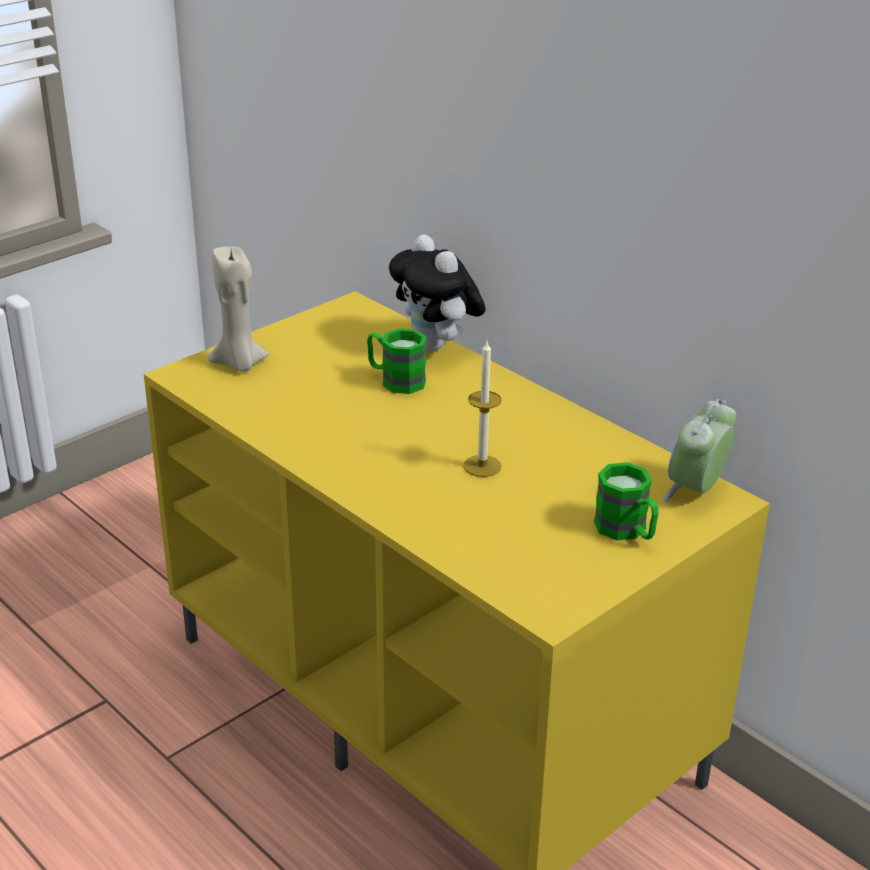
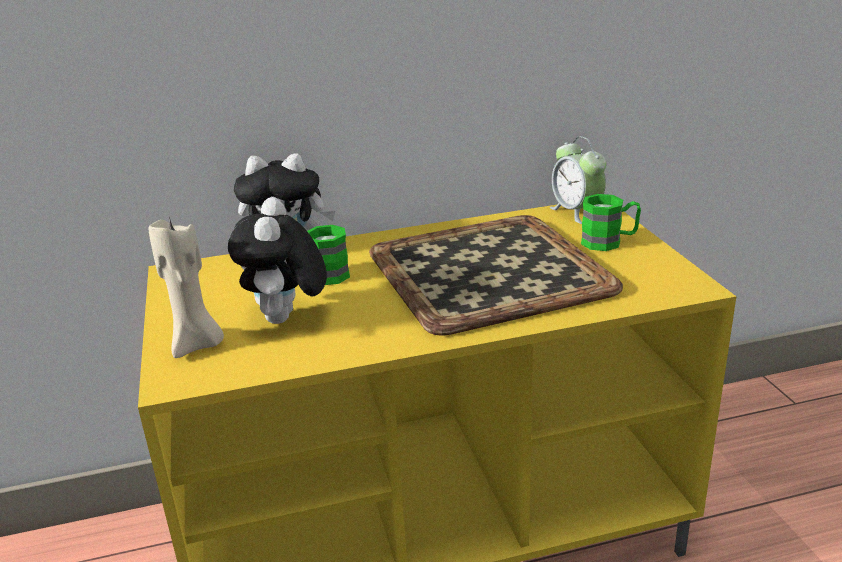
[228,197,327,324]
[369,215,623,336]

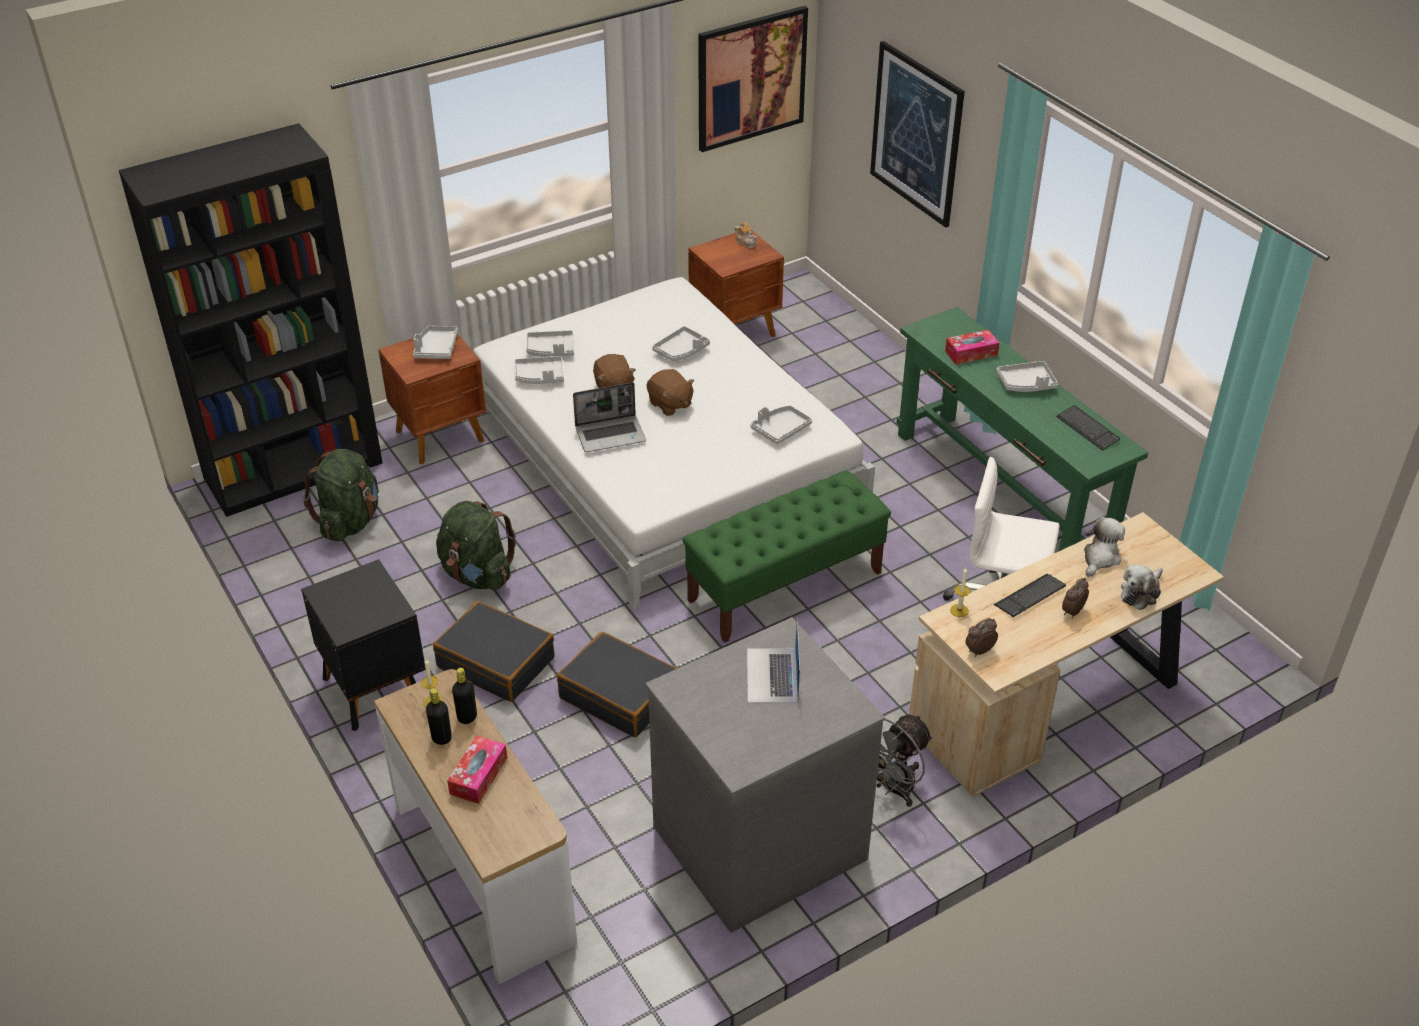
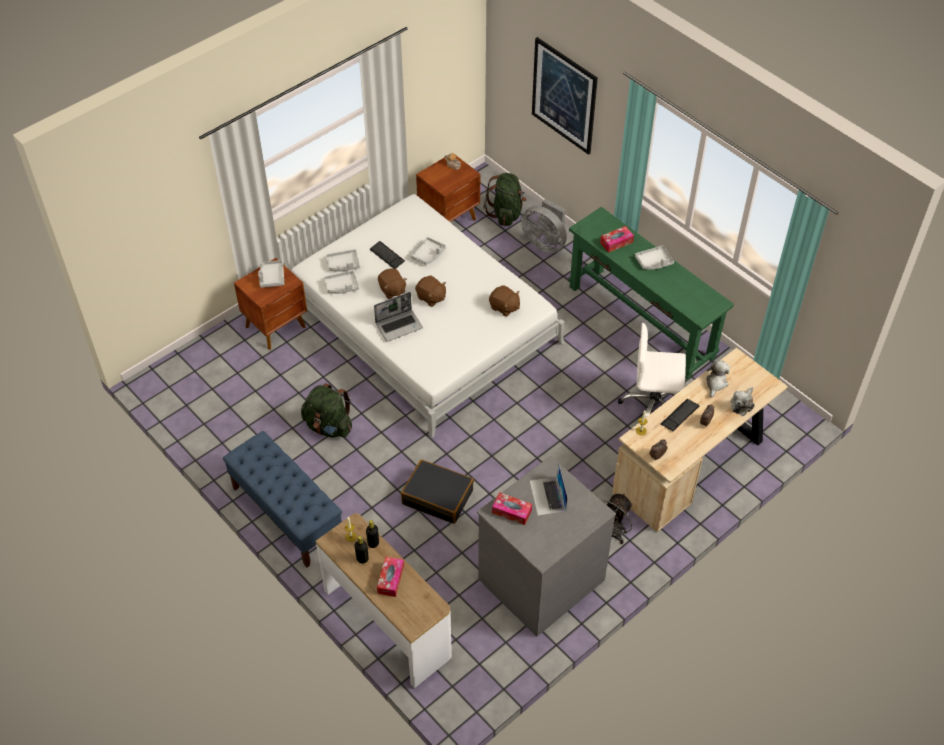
[119,123,383,517] (first image)
[433,601,554,702] (first image)
[683,470,891,643] (first image)
[698,6,808,152] (first image)
[492,492,532,525]
[521,199,567,253]
[484,173,527,226]
[370,241,405,269]
[223,431,342,568]
[489,285,520,317]

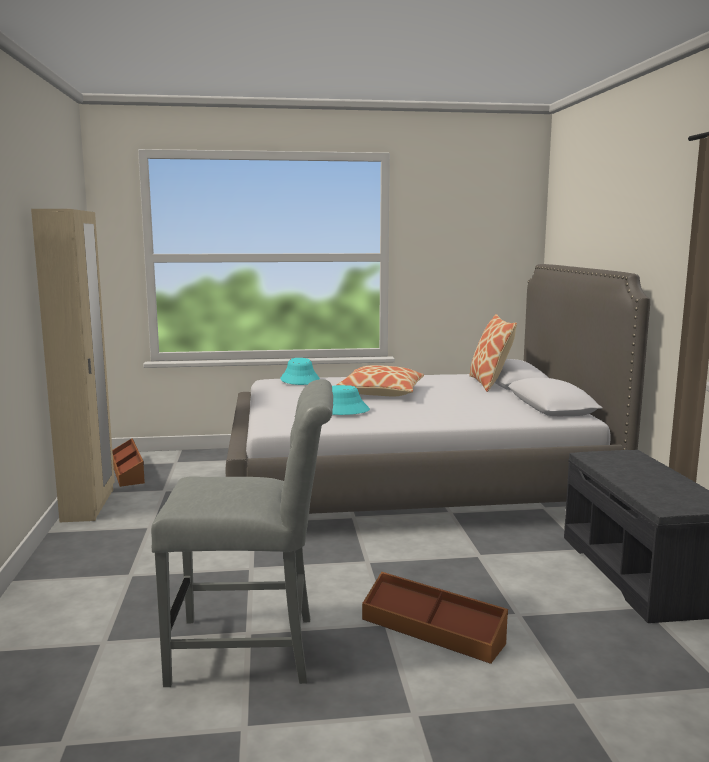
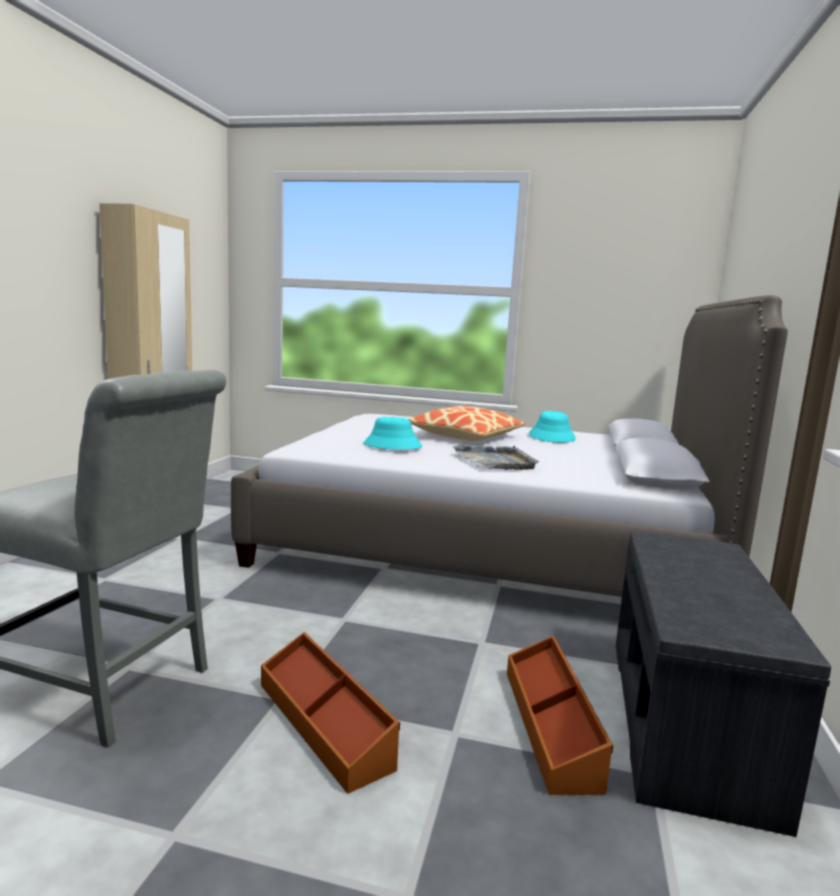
[469,314,517,392] (first image)
[452,445,539,470]
[507,636,613,795]
[529,411,576,443]

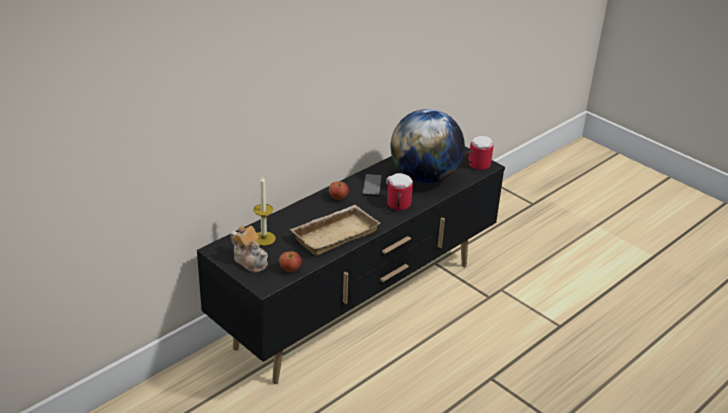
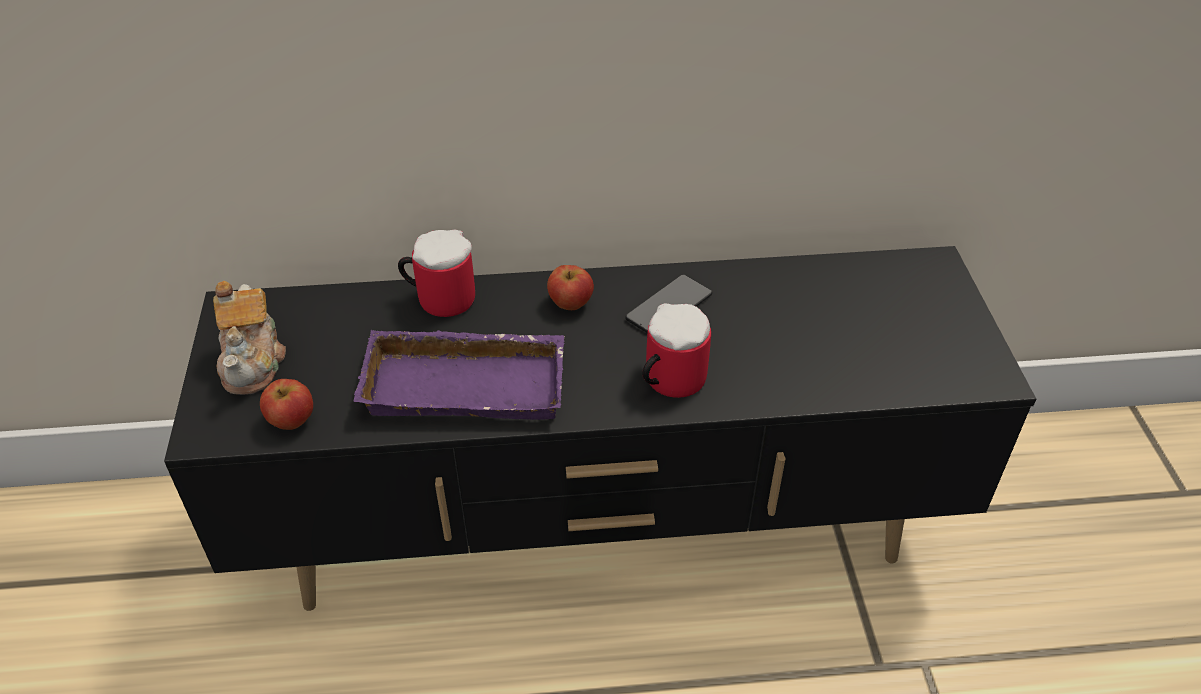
[253,176,276,246] (first image)
[391,109,465,183] (first image)
[398,230,475,317]
[354,330,565,420]

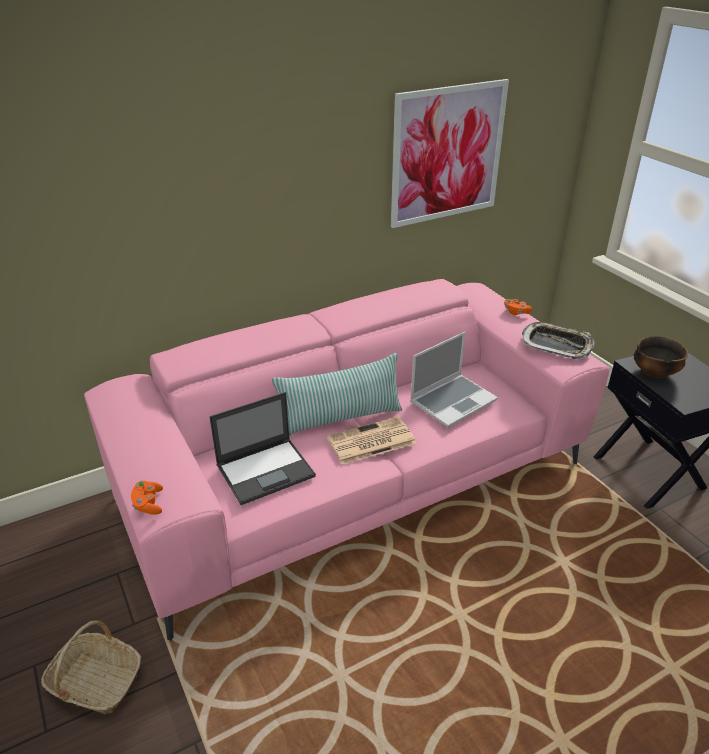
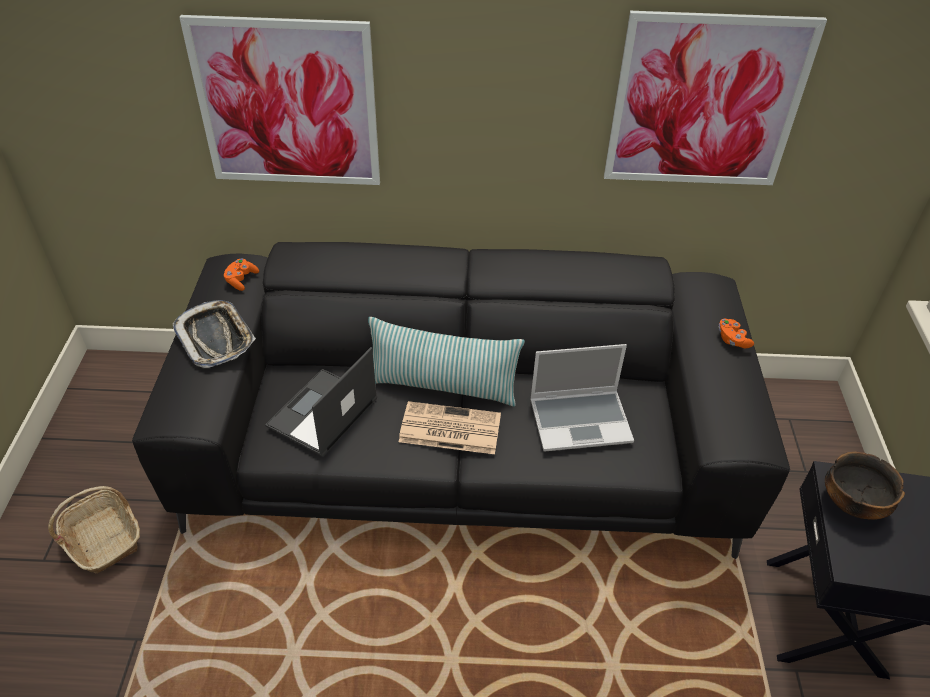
[179,15,380,185]
[224,258,259,291]
[173,300,256,368]
[132,242,790,559]
[265,347,377,457]

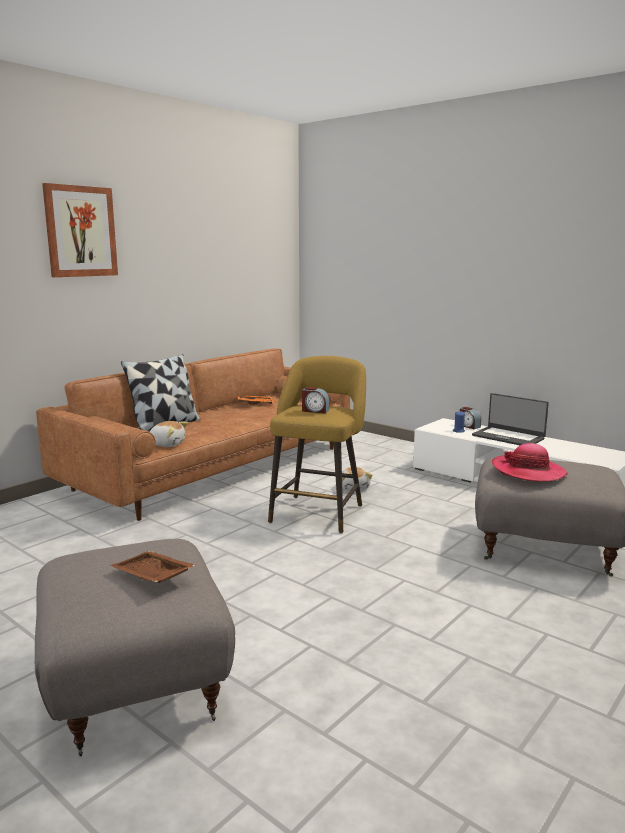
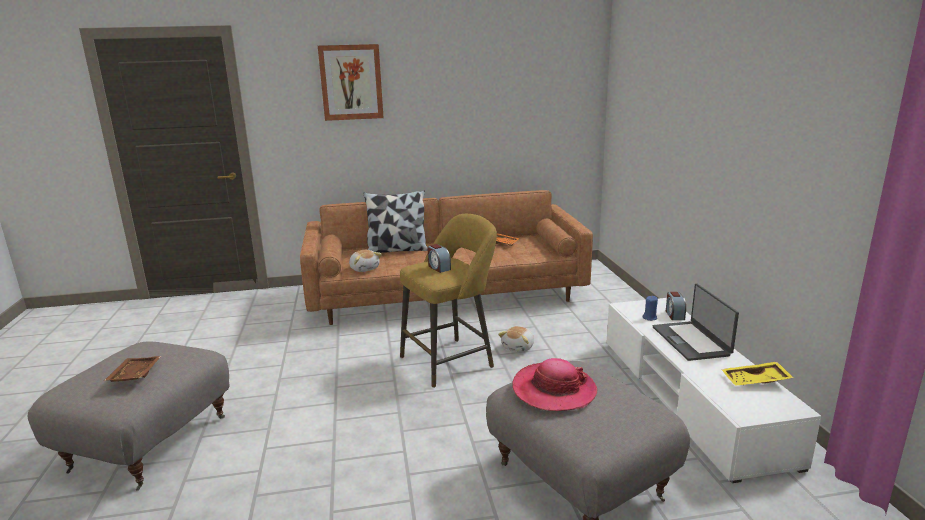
[721,361,794,386]

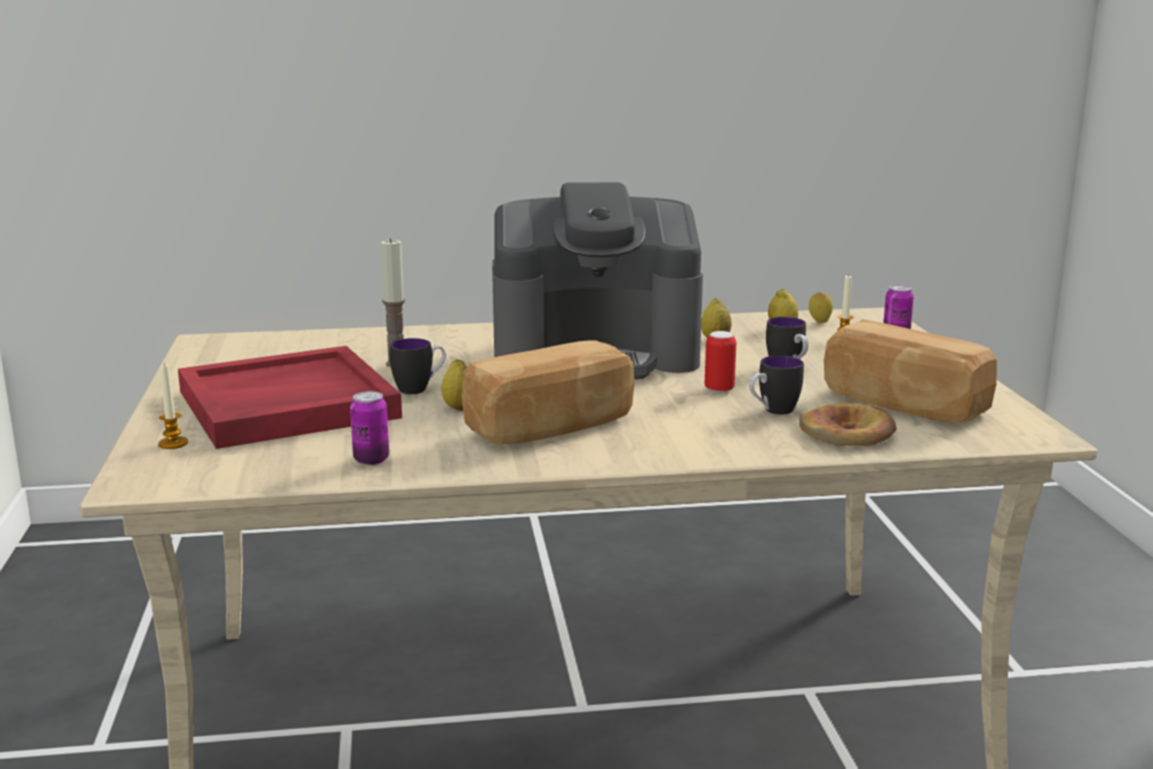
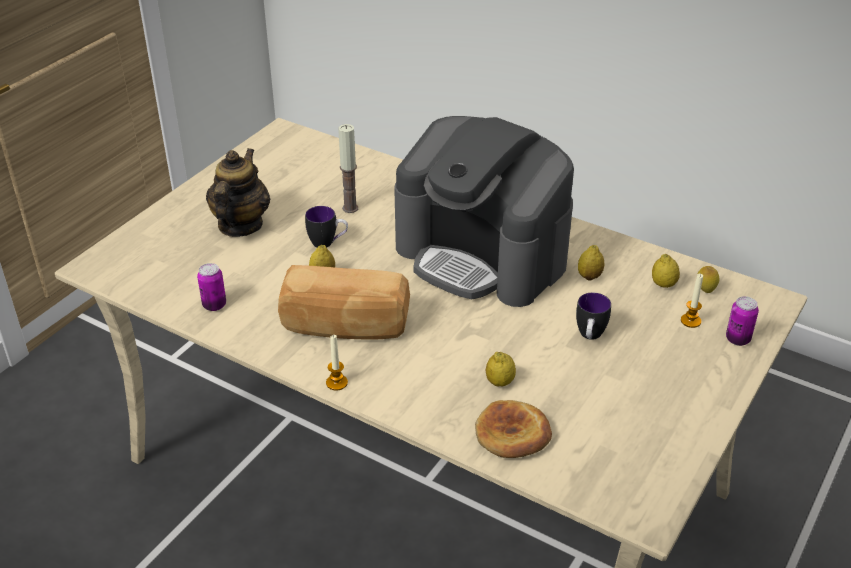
[705,331,736,393] (first image)
[824,319,997,423] (first image)
[326,335,348,391]
[206,148,270,237]
[486,352,516,386]

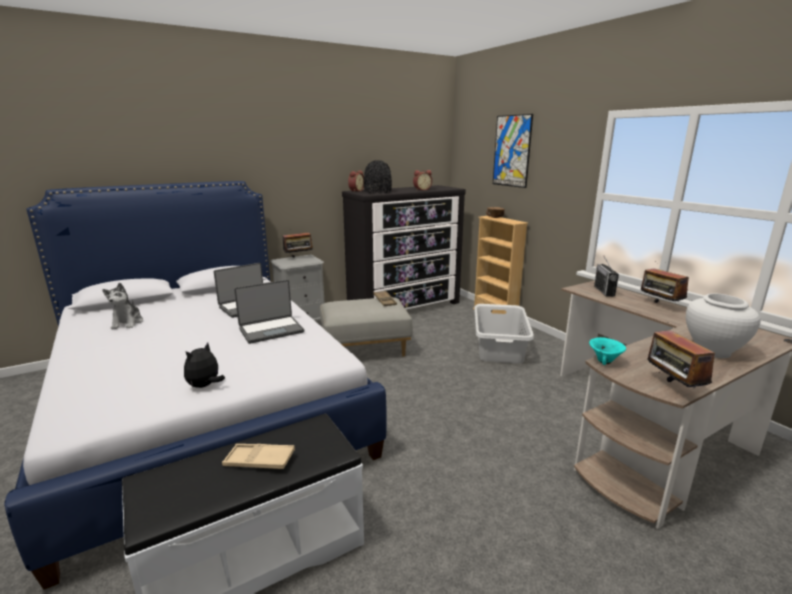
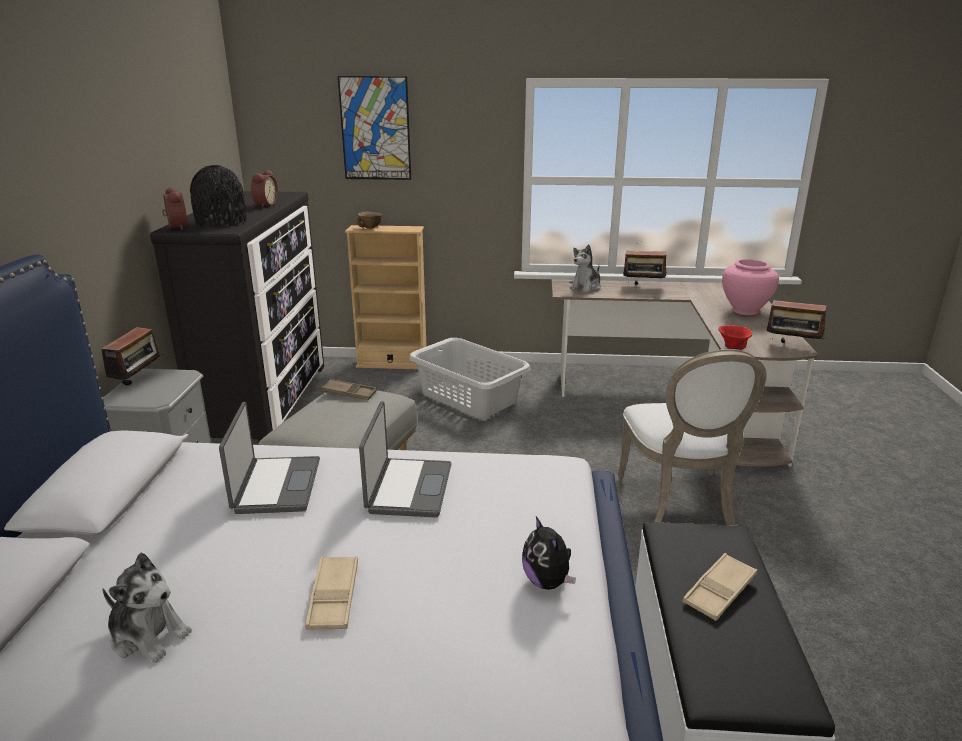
[305,556,358,630]
[618,349,767,526]
[569,244,601,293]
[718,325,752,350]
[722,259,779,315]

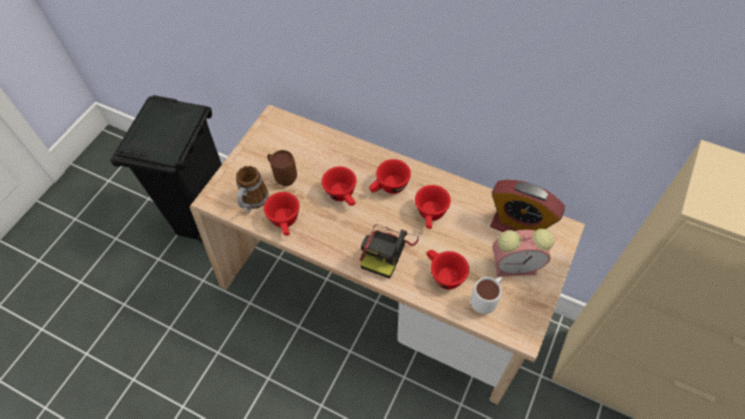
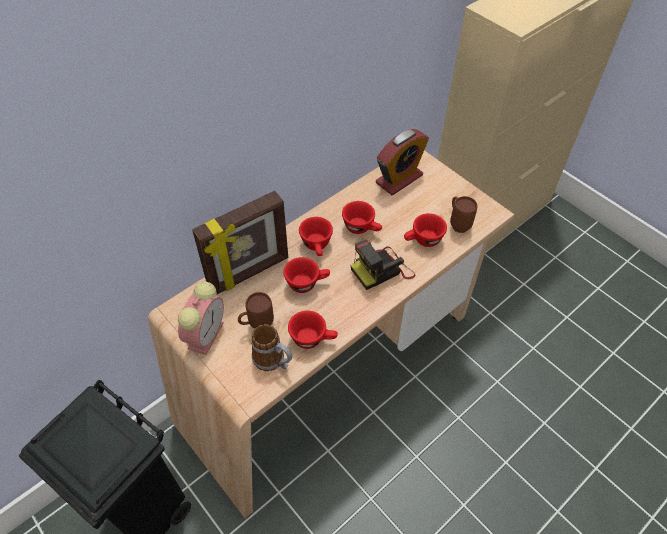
[192,191,288,294]
[178,282,224,355]
[450,196,477,233]
[351,240,415,290]

